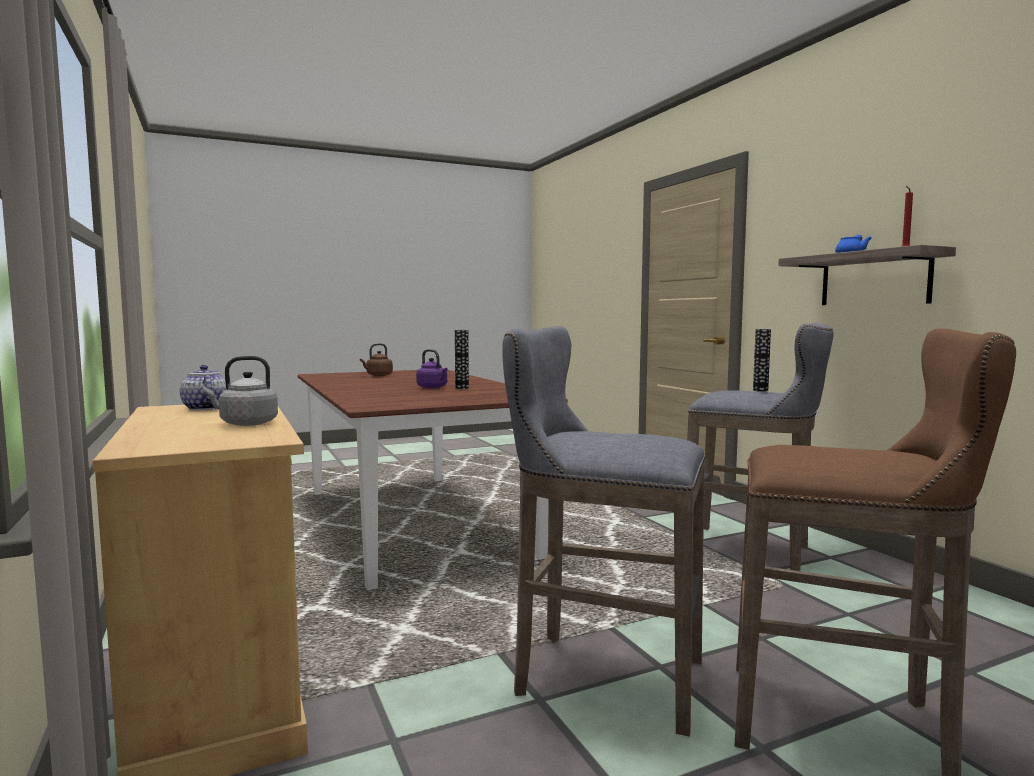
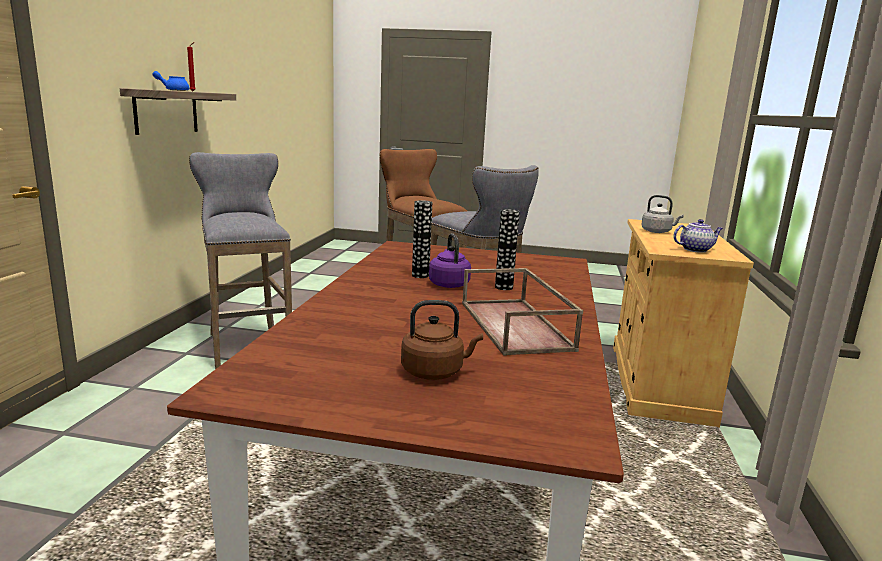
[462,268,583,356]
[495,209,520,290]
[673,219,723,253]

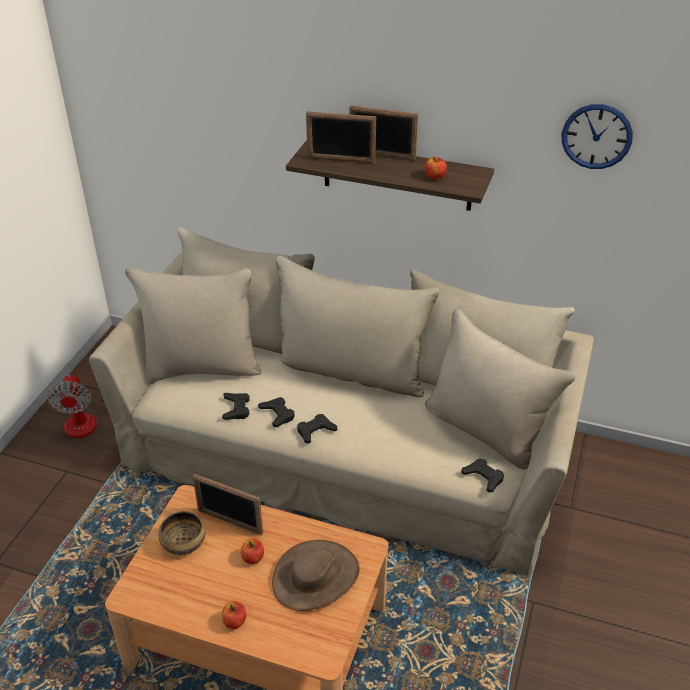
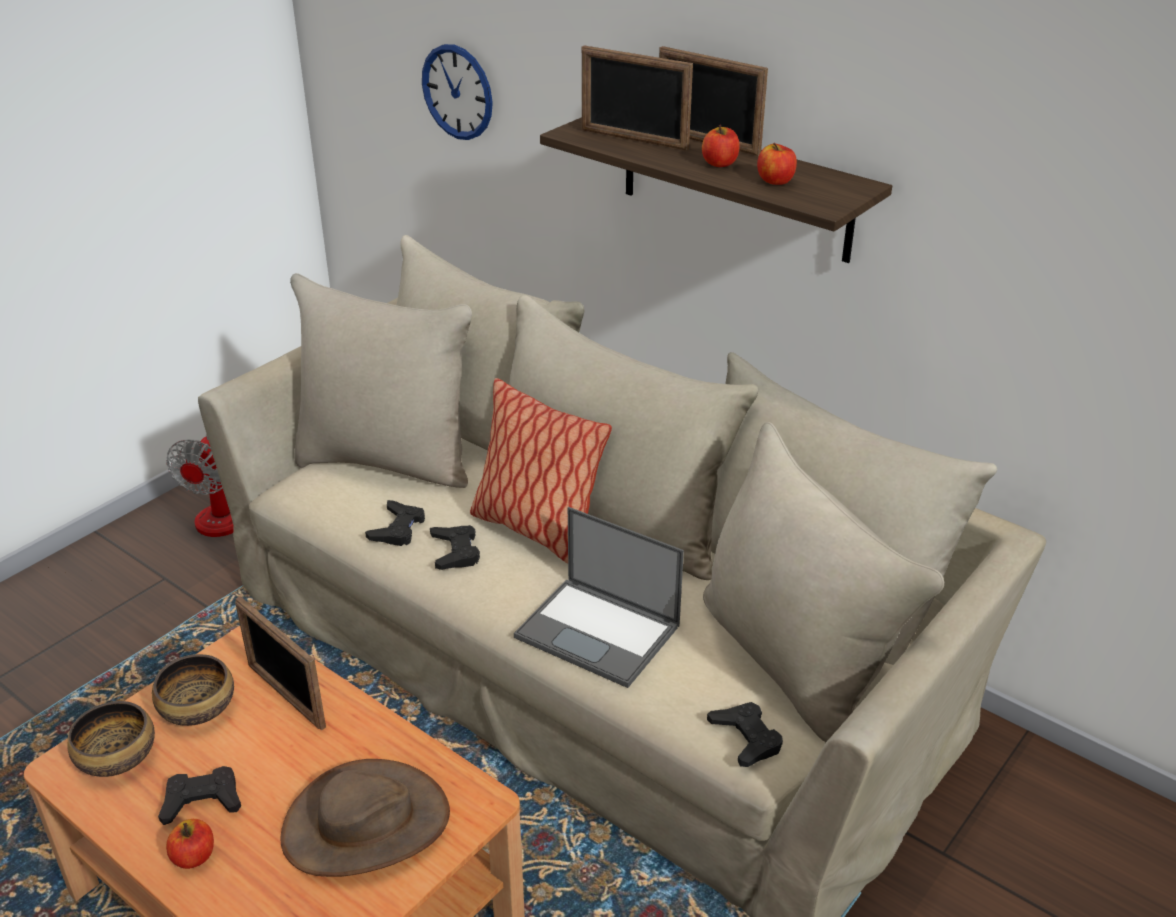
[67,701,155,777]
[470,378,612,564]
[514,507,684,688]
[702,125,740,167]
[158,766,241,825]
[422,44,493,140]

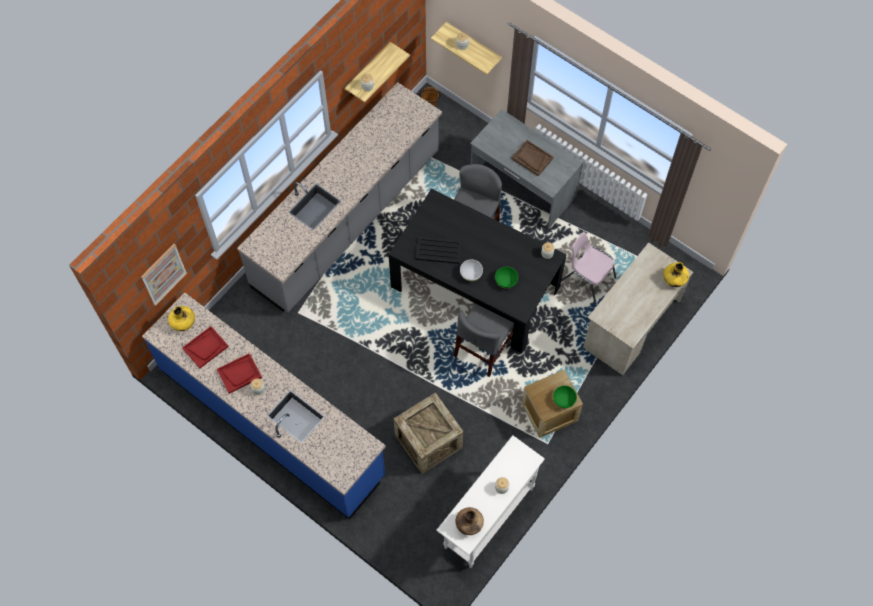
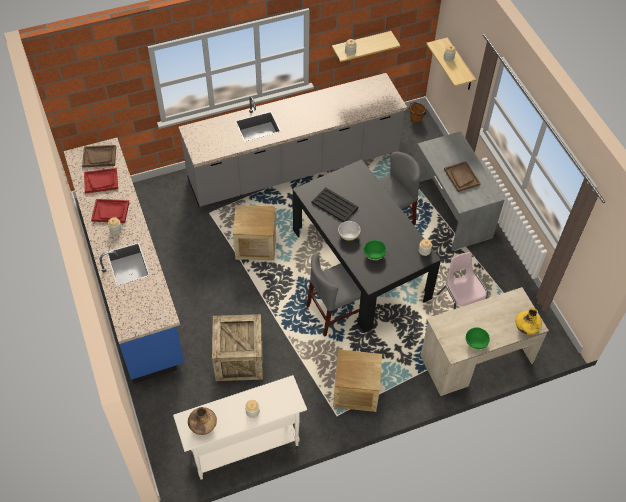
[141,244,187,306] (first image)
[233,205,276,260]
[466,327,490,350]
[82,145,116,167]

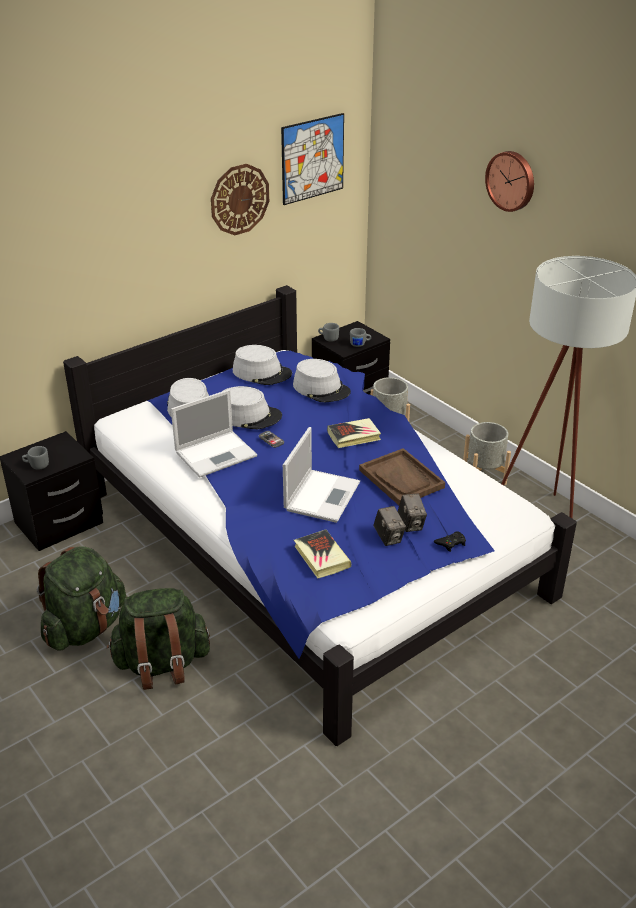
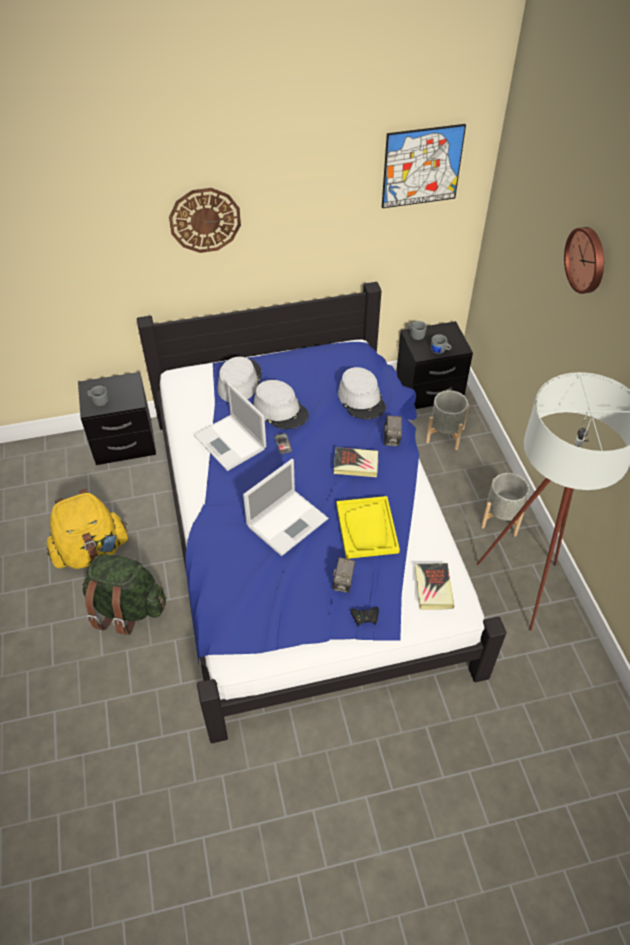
[233,345,292,385] (first image)
[169,188,241,253]
[415,563,454,610]
[384,416,402,446]
[46,489,128,569]
[336,496,400,559]
[194,382,266,471]

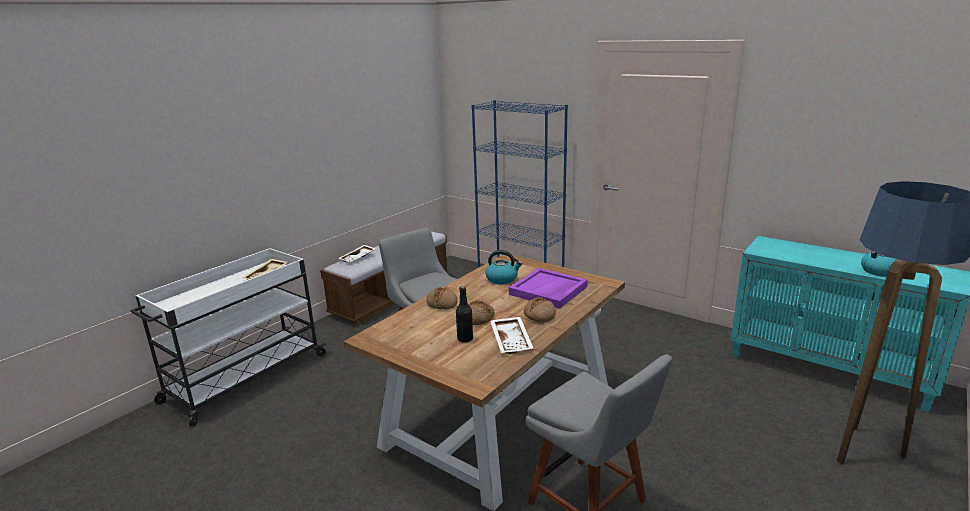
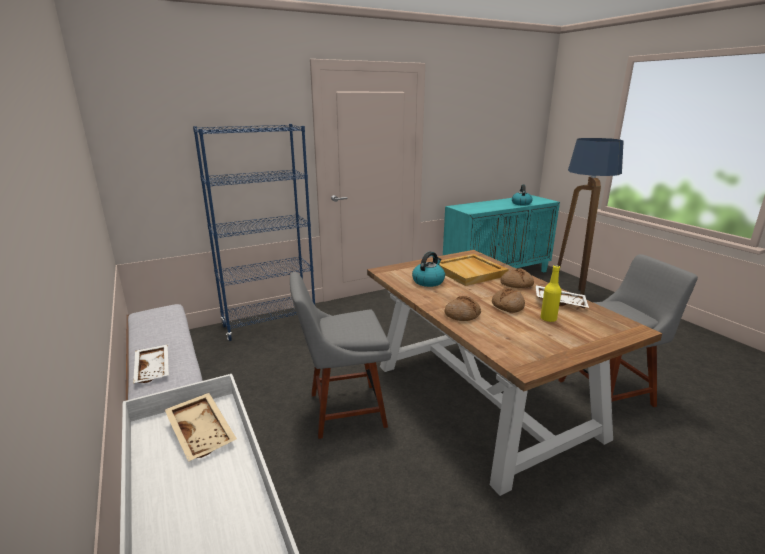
[540,265,561,322]
[439,254,509,286]

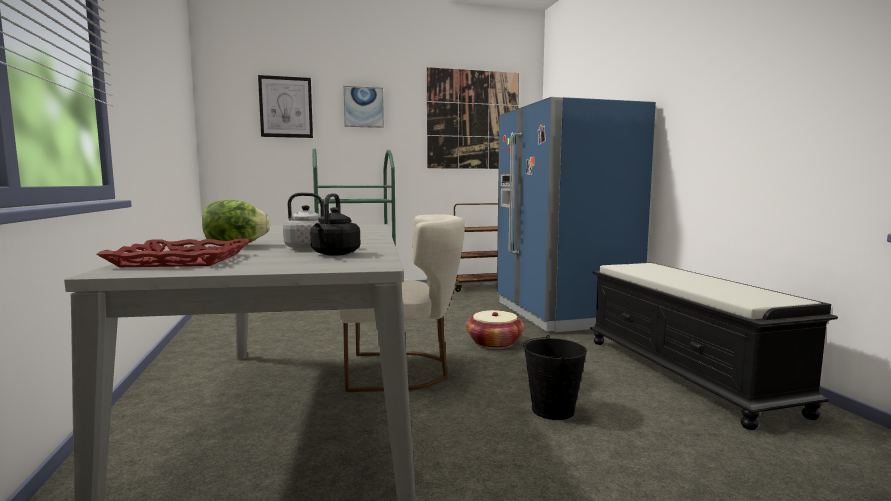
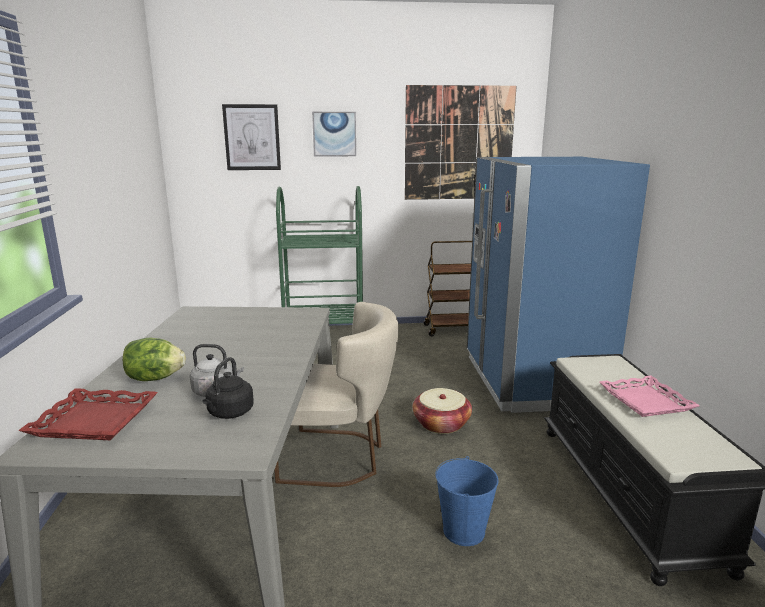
[600,376,700,417]
[435,456,498,546]

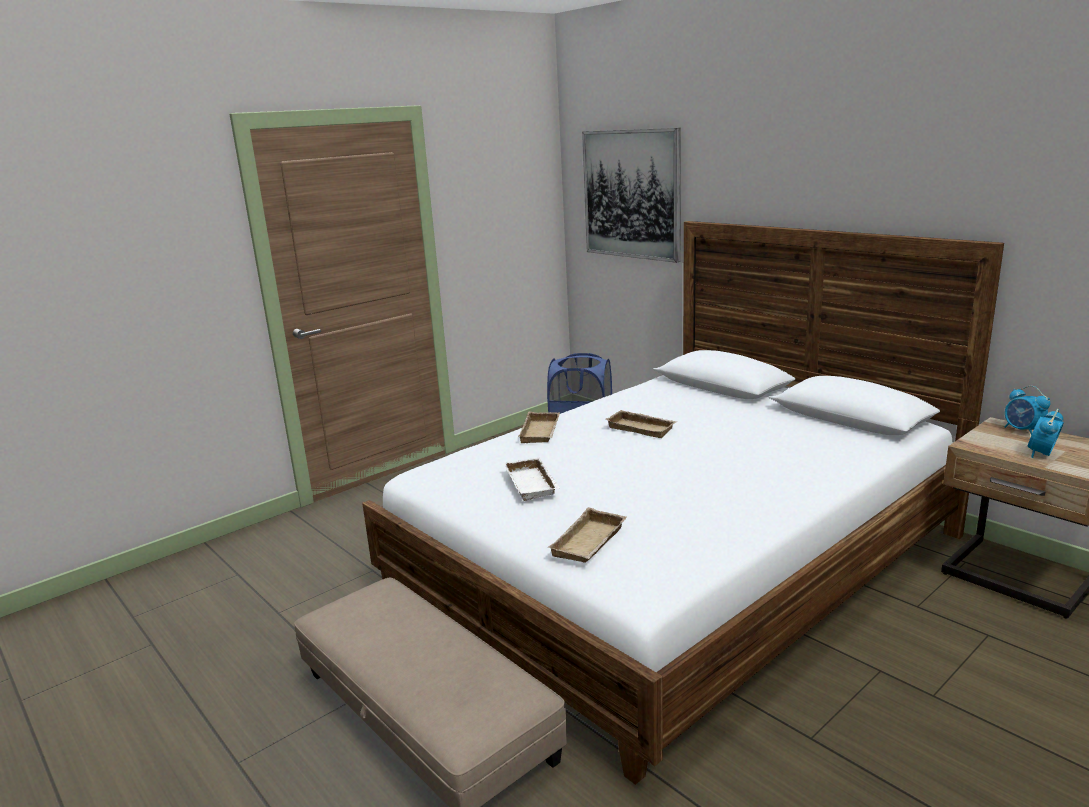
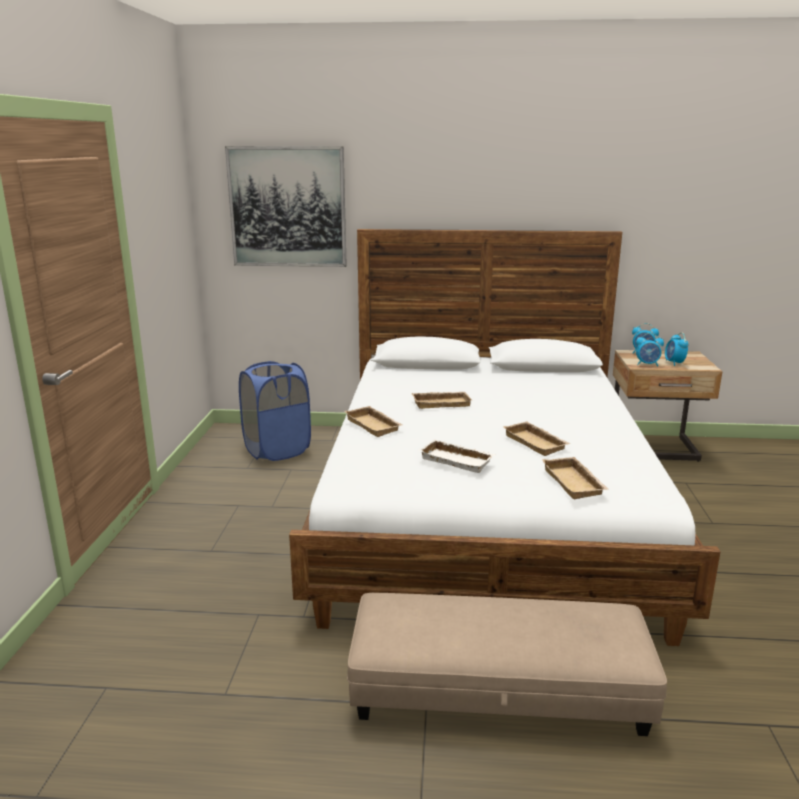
[503,422,570,456]
[636,333,664,366]

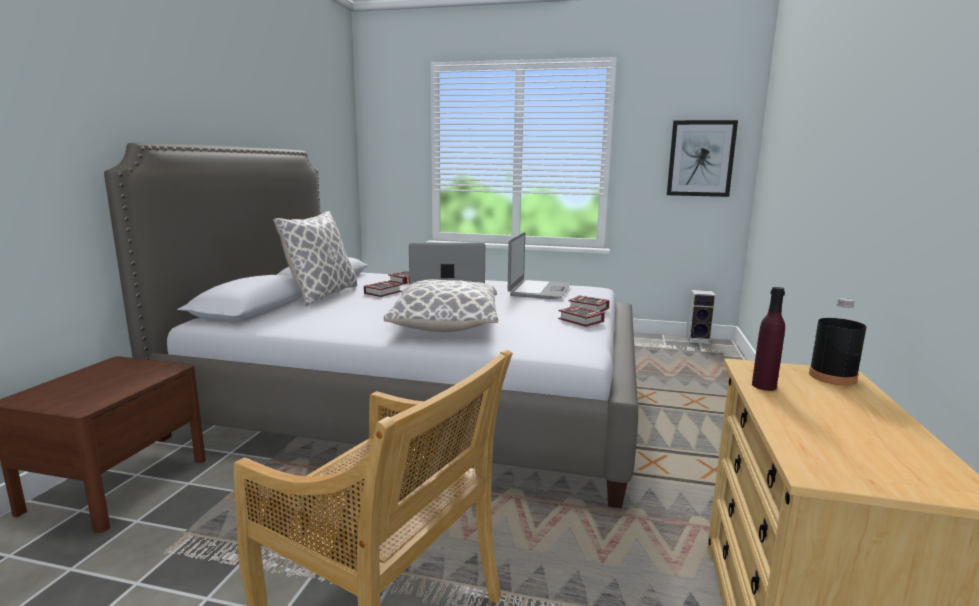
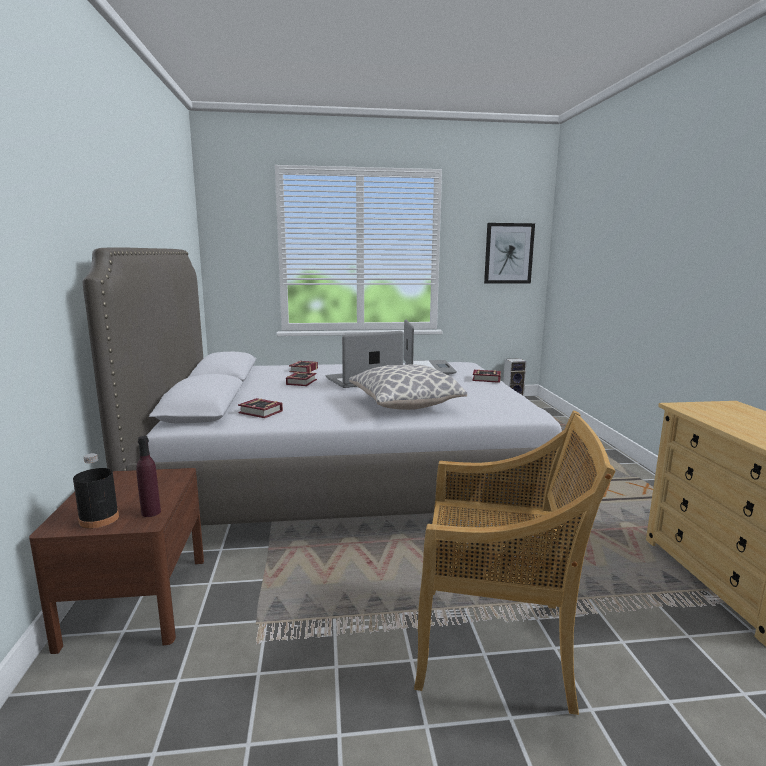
[273,211,357,306] (first image)
[238,398,283,418]
[136,436,161,517]
[73,453,119,529]

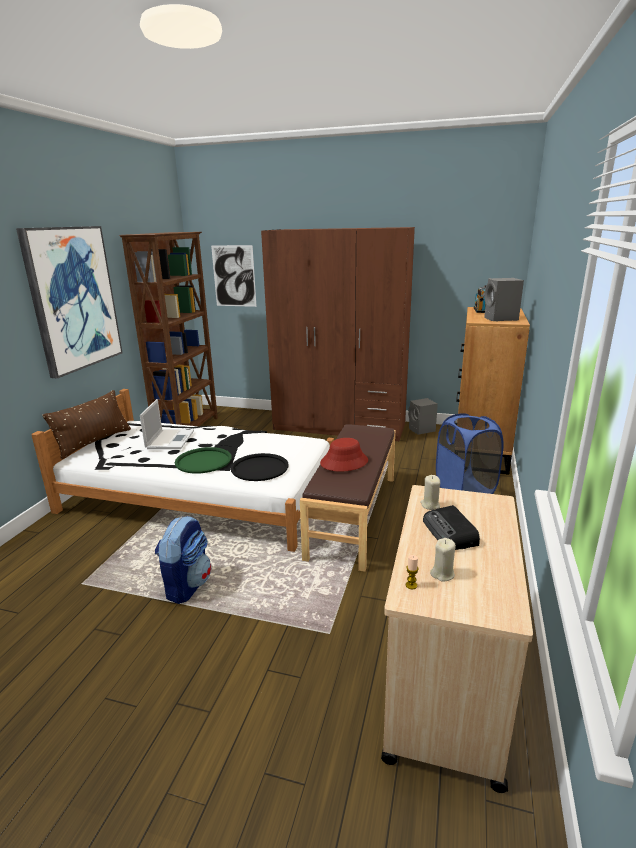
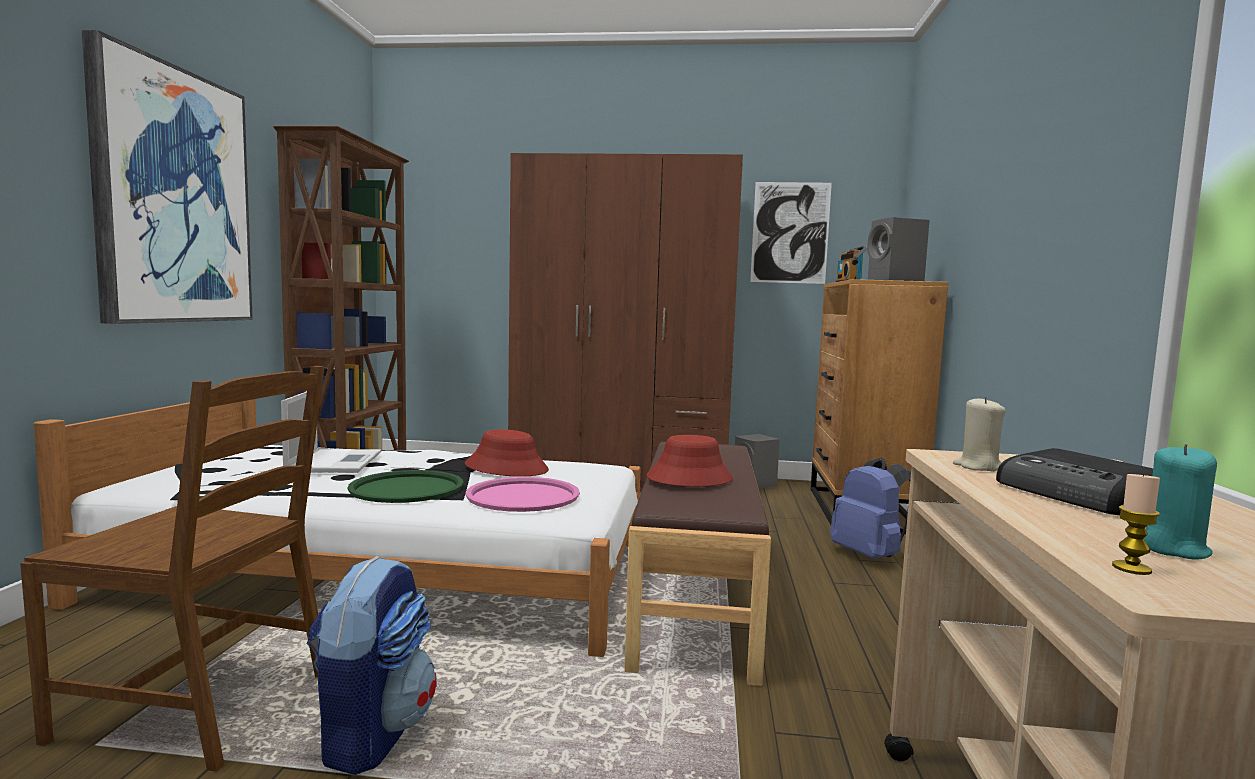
[43,390,131,459] (first image)
[20,366,325,772]
[465,429,549,477]
[750,182,832,284]
[830,457,911,559]
[466,477,580,512]
[1144,444,1217,559]

